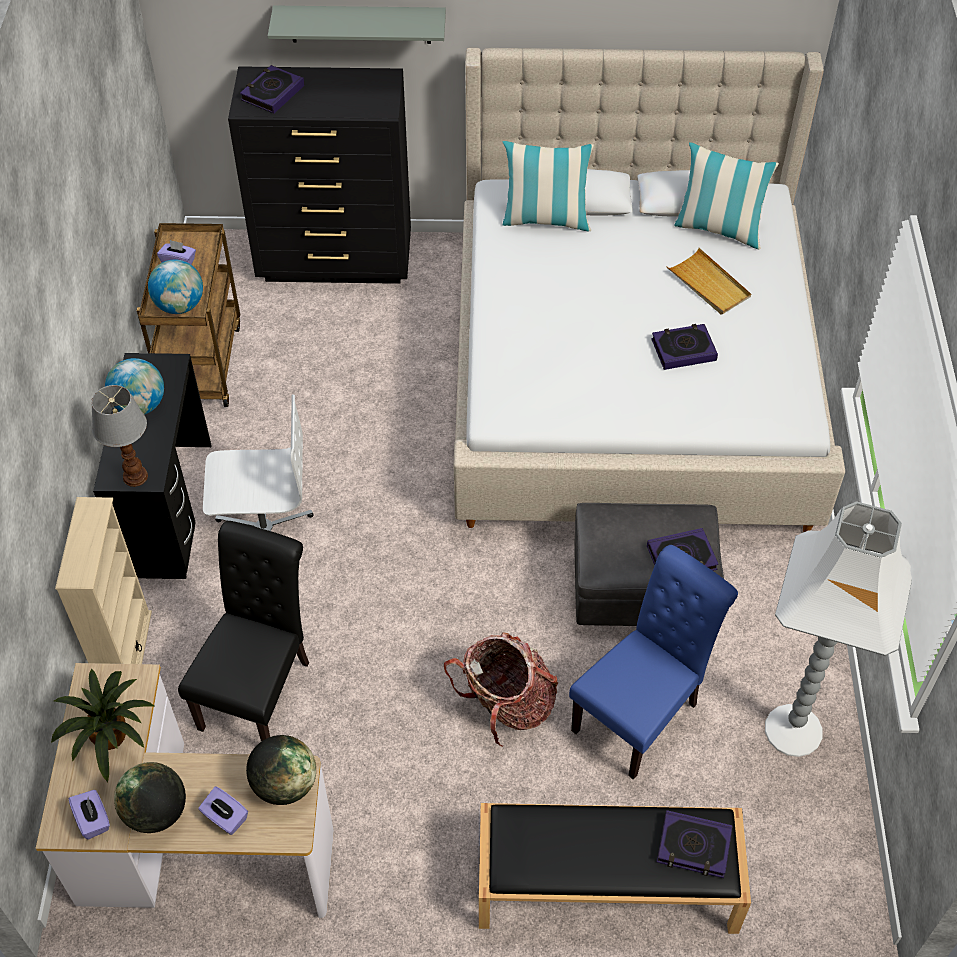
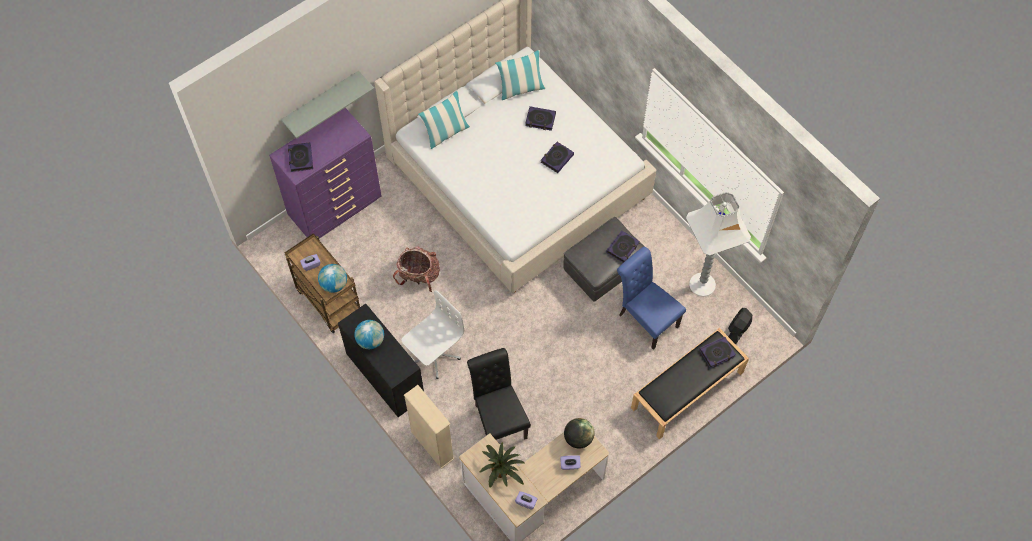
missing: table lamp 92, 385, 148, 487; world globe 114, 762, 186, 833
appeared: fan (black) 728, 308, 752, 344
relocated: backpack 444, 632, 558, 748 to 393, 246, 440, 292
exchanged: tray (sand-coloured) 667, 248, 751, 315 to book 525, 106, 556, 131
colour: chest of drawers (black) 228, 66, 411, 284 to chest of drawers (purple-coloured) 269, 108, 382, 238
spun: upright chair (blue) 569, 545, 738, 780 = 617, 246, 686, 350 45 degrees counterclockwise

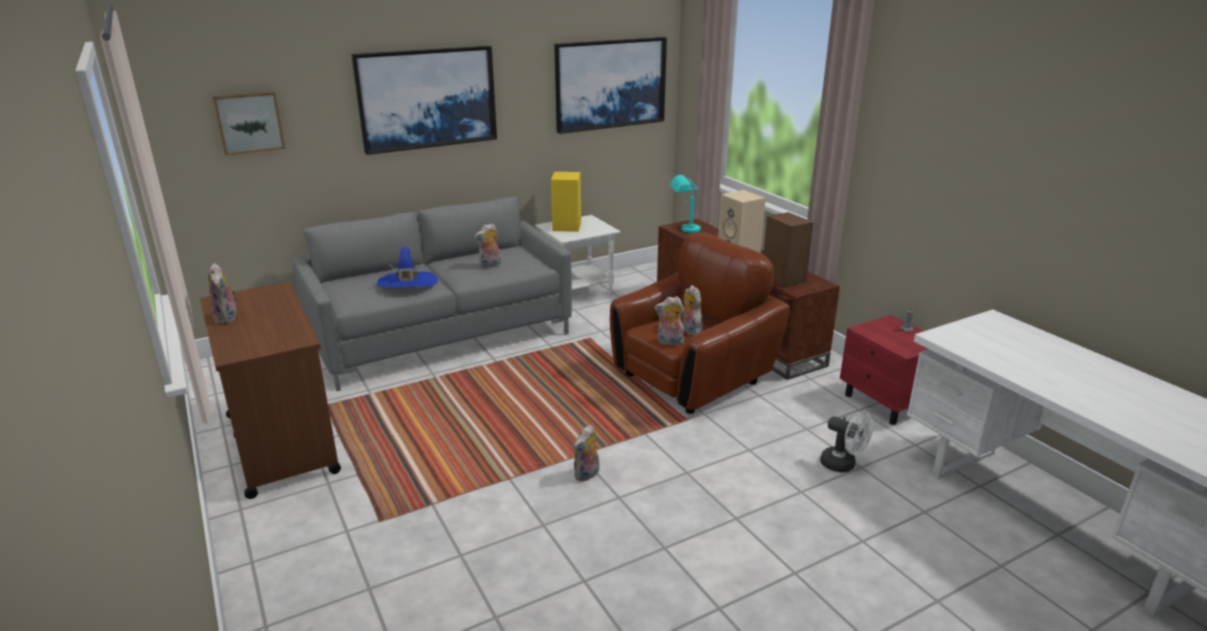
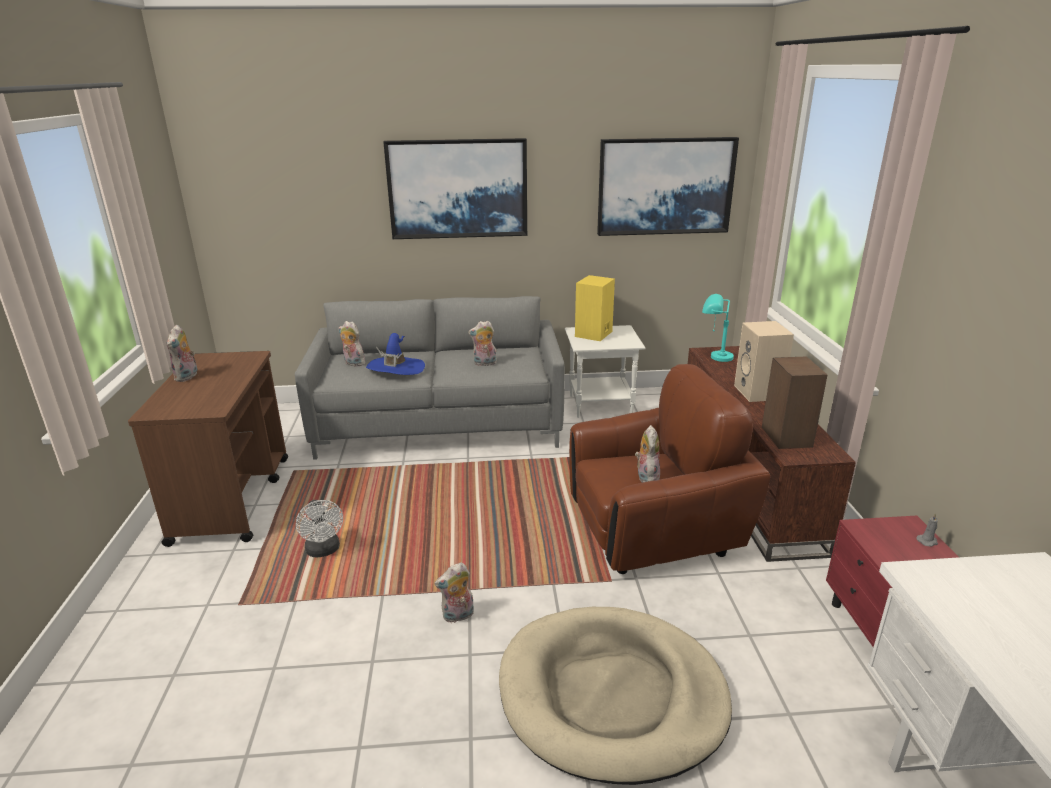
missing: wall art 213, 92, 285, 155
appeared: pet bed (sand-coloured) 499, 607, 732, 785
relocated: cuddly toy 655, 296, 684, 345 to 338, 321, 365, 366; fan (whitish) 820, 411, 873, 473 to 296, 500, 343, 557

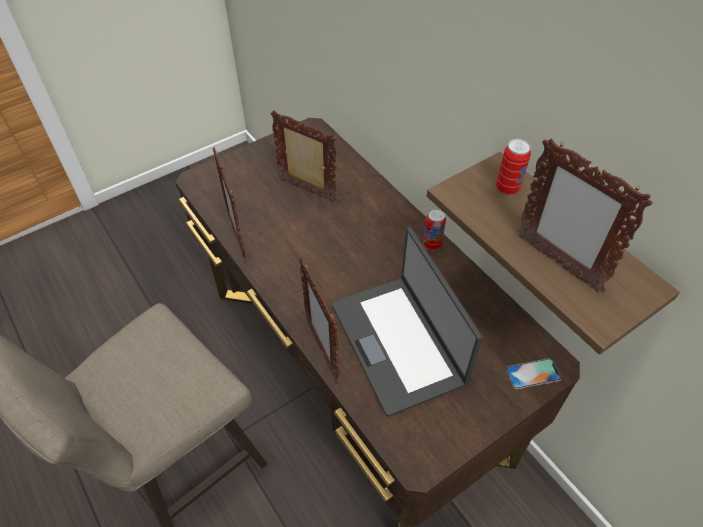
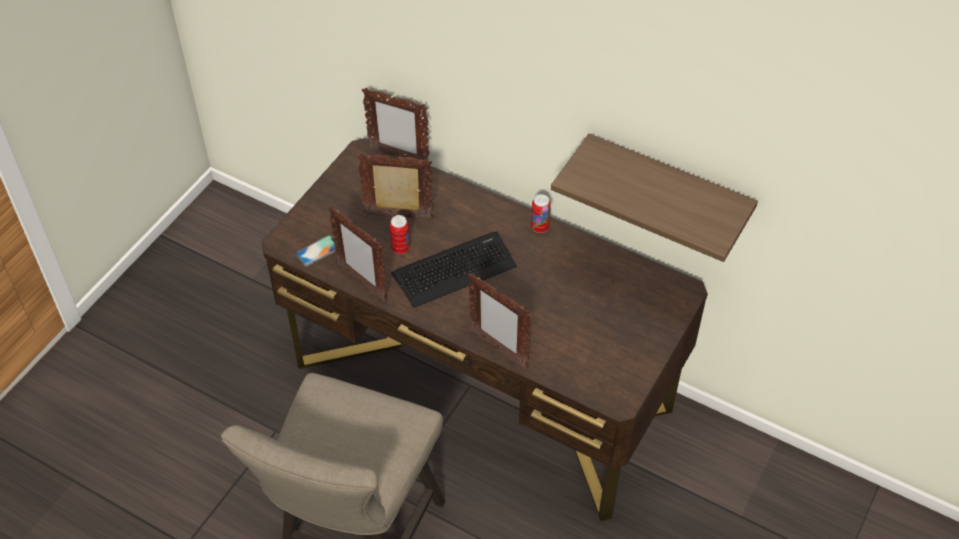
missing: notebook computer 332, 227, 483, 417
appeared: computer keyboard 391, 231, 517, 308
relocated: photo frame 517, 138, 653, 292 to 362, 87, 429, 162; sealed can 496, 139, 531, 195 to 390, 215, 410, 254; phone 506, 358, 561, 389 to 296, 235, 335, 266

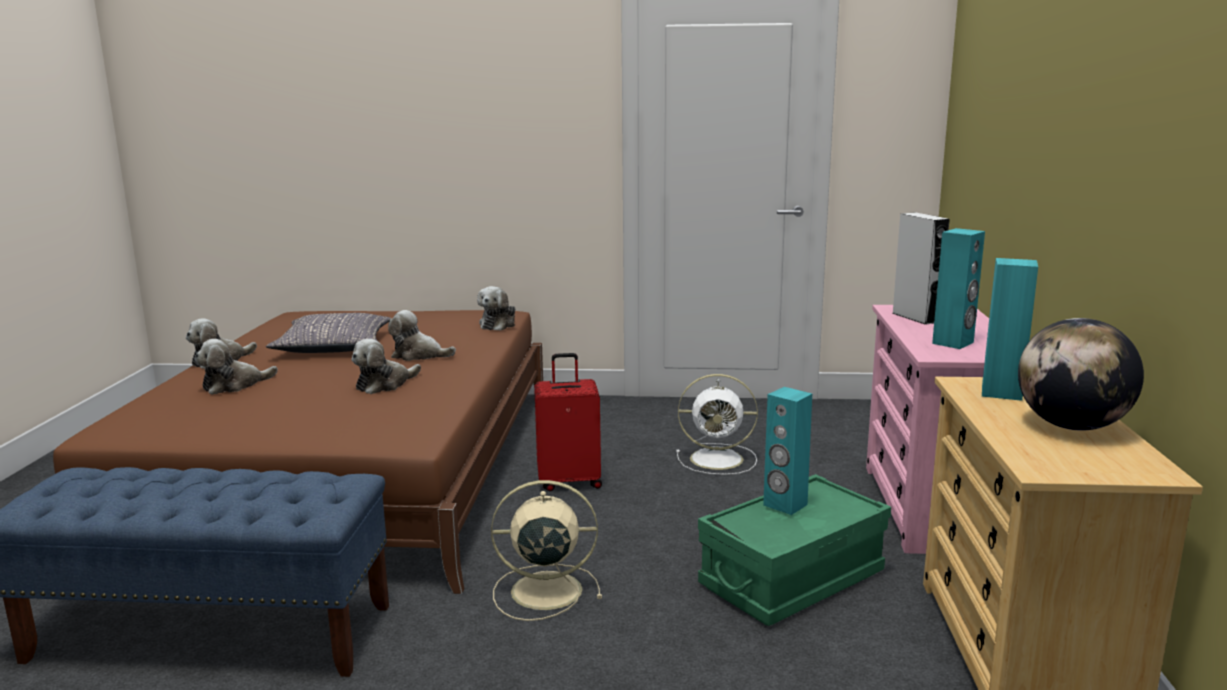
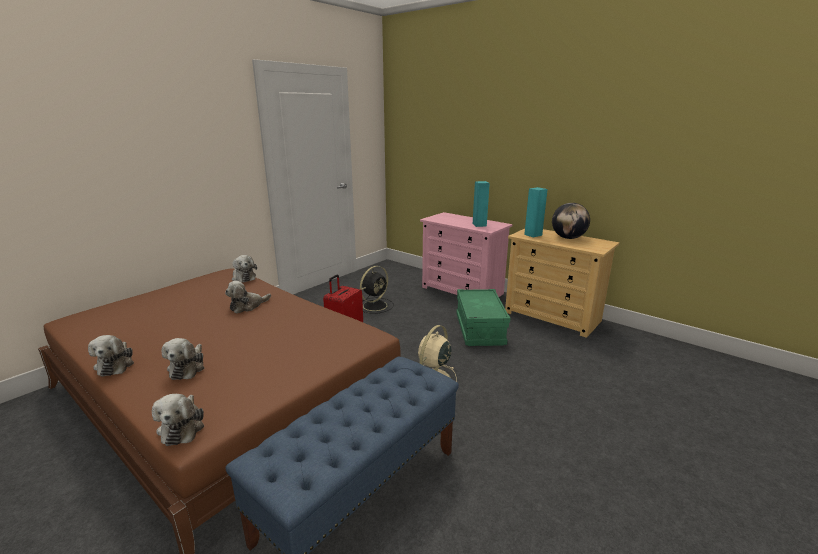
missing: audio speaker (grey) 892, 212, 950, 325; throw pillow (grey) 266, 313, 392, 353; audio speaker (blue-green) 763, 387, 812, 515
relocated: cuddly toy 351, 339, 421, 394 to 152, 394, 204, 446
colour: fan (whitish) 676, 374, 758, 475 to fan (black) 360, 266, 394, 314

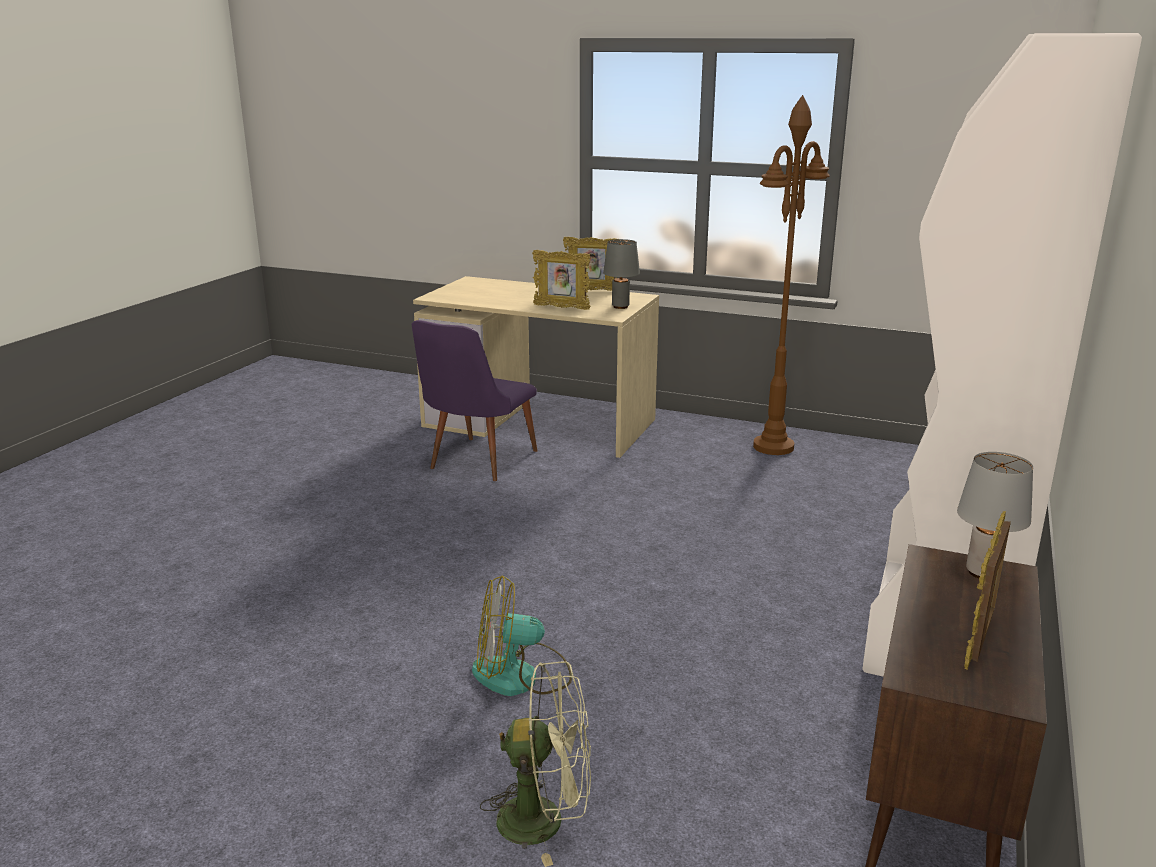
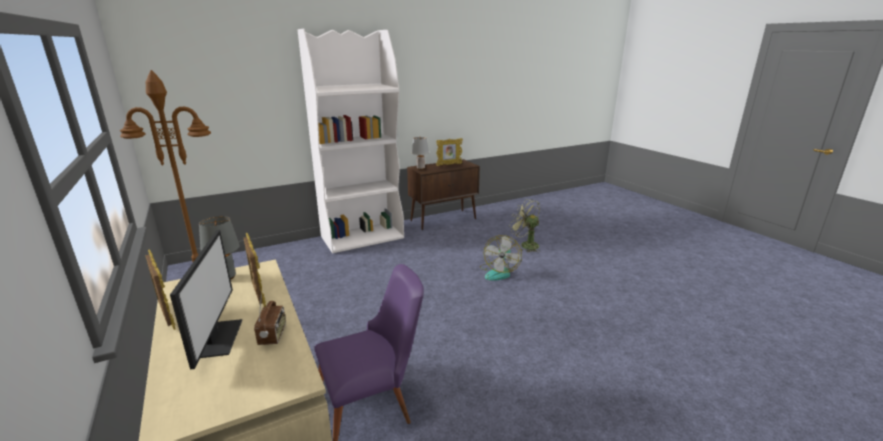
appeared: computer screen 170, 230, 242, 370; radio receiver 254, 299, 286, 345
spun: fan 472, 575, 572, 696 = 480, 235, 522, 281 75 degrees clockwise

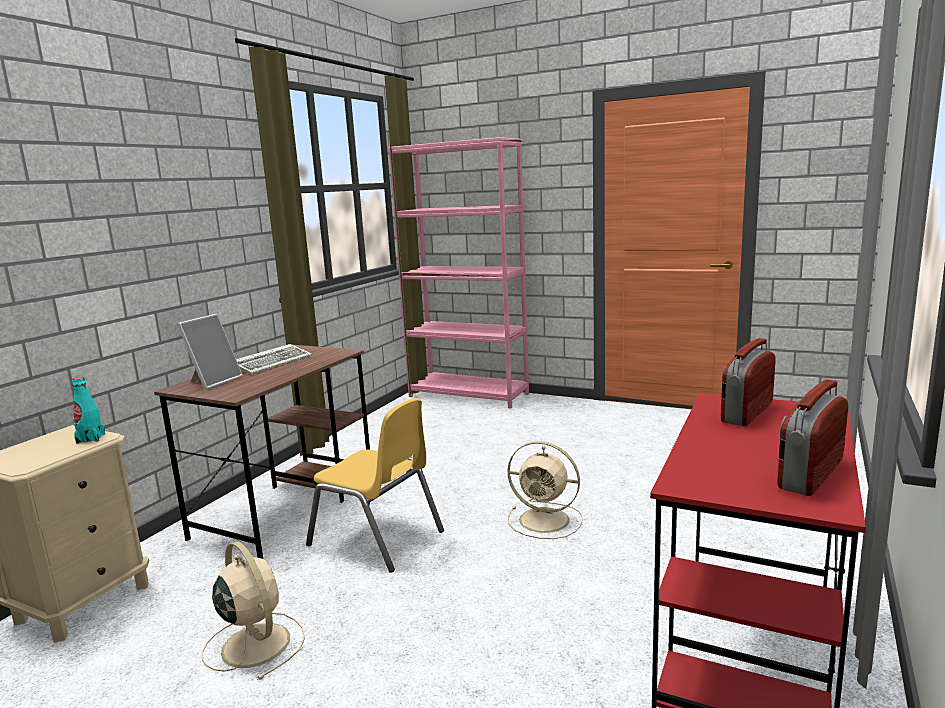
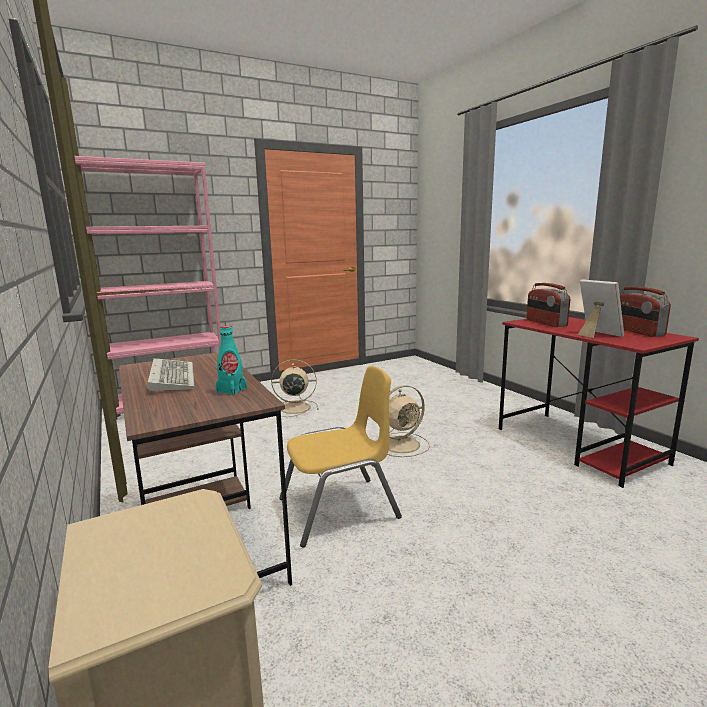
relocated: photo frame 177, 314, 243, 390 to 578, 279, 624, 338; beverage bottle (blue-green) 72, 377, 105, 444 to 216, 326, 247, 396; fan (sand-coloured) 202, 541, 305, 680 to 271, 359, 319, 417

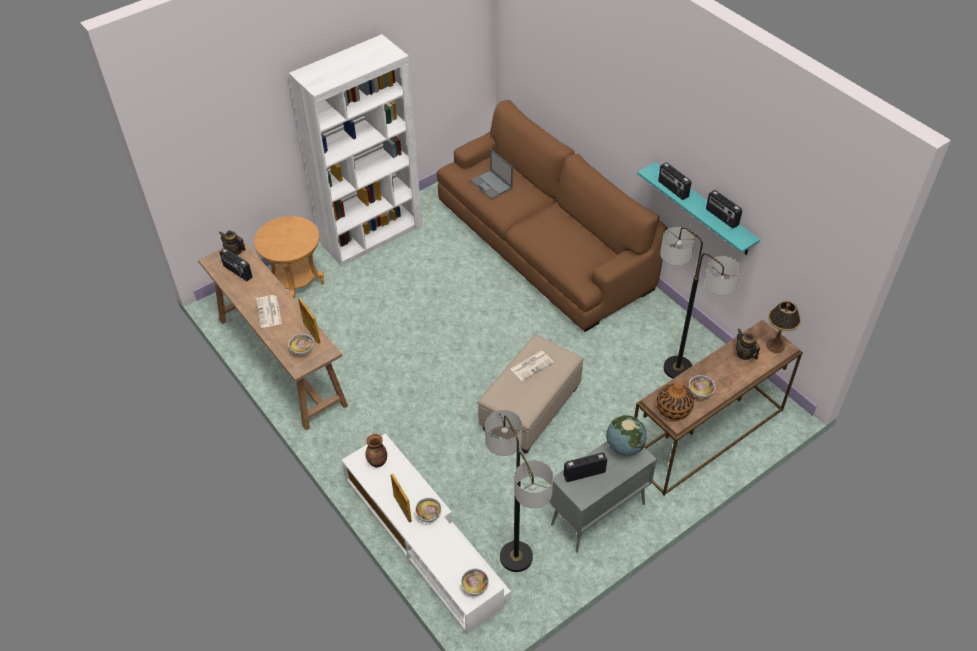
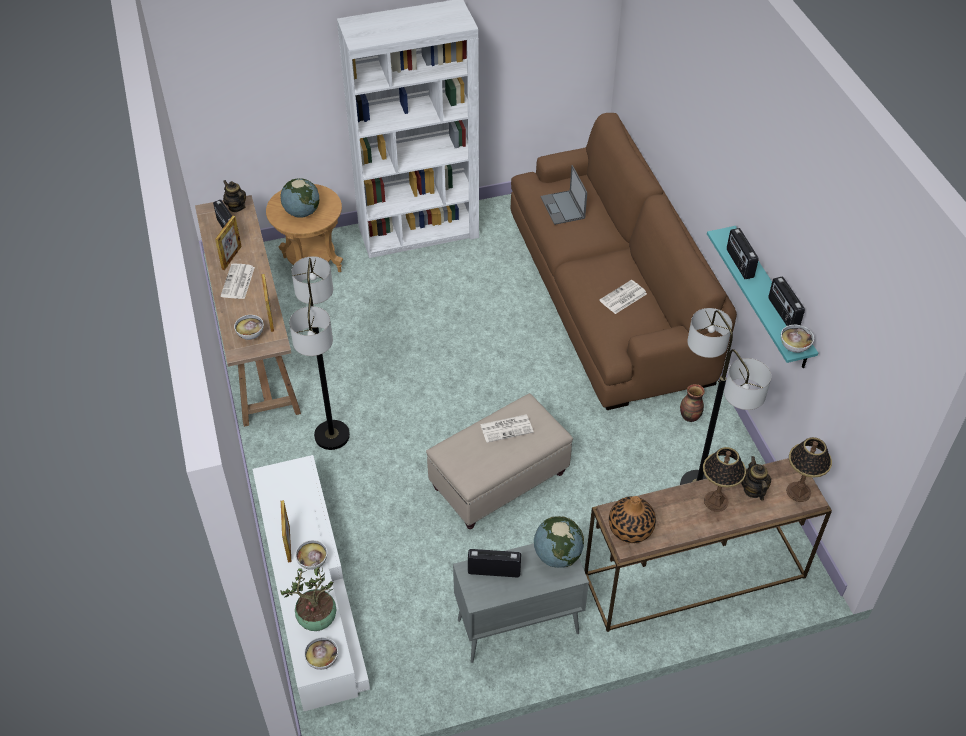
appeared: world globe 281, 178, 320, 217; photo frame 215, 216, 242, 270; newspaper 599, 280, 647, 314; table lamp 703, 447, 746, 512; potted plant 280, 567, 336, 631
relocated: serving bowl 689, 375, 715, 399 to 781, 325, 814, 353; standing lamp 485, 410, 553, 572 to 289, 256, 350, 450; flower vase 365, 434, 387, 467 to 680, 384, 705, 422

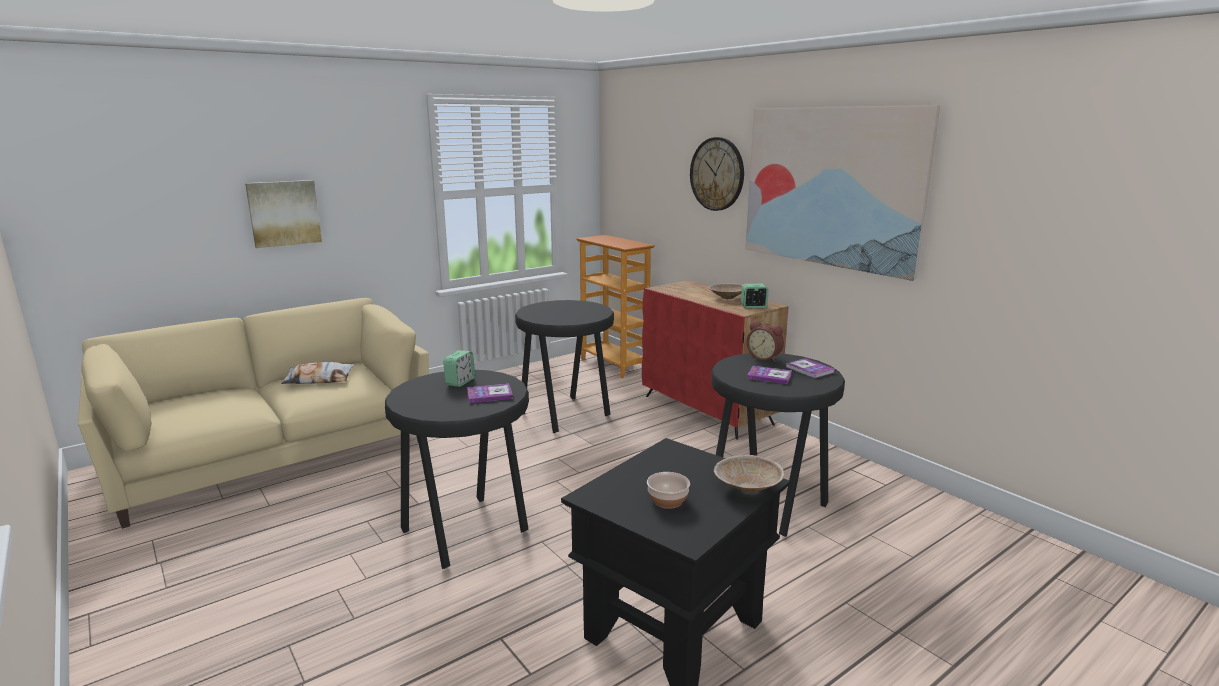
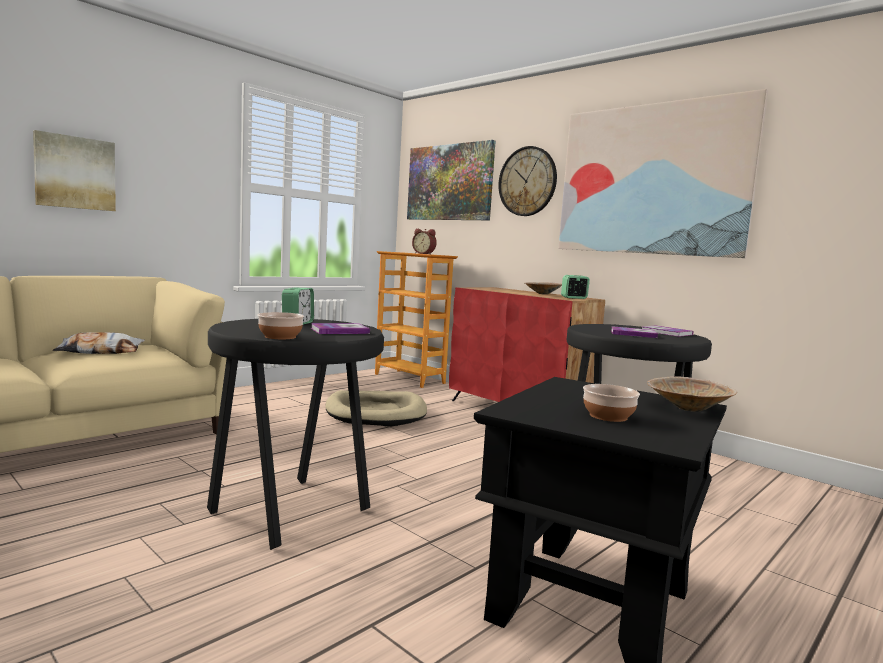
appeared: wall art 407, 140, 496, 220; serving bowl 257, 312, 304, 339
relocated: bedside clock 747, 320, 784, 362 to 412, 229, 437, 254
exchanged: sitting stool (black) 515, 300, 614, 433 to pet bed (sand-coloured) 325, 390, 427, 426

